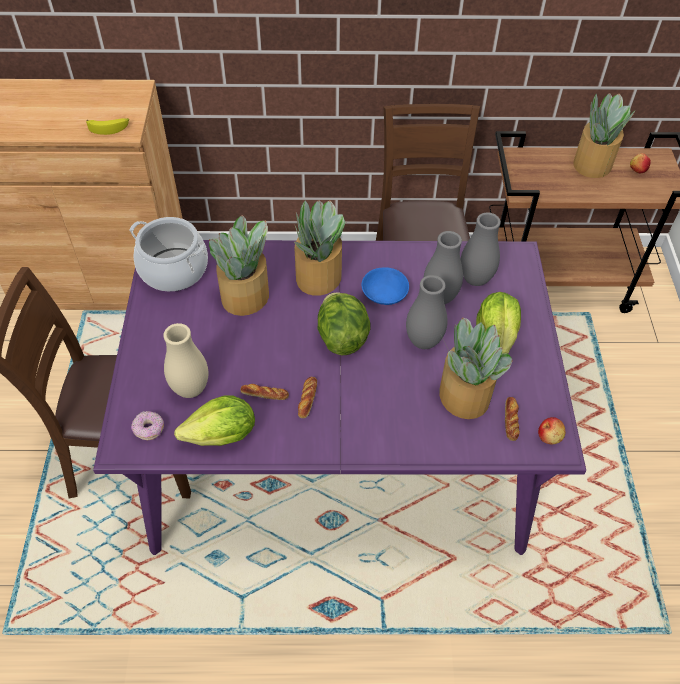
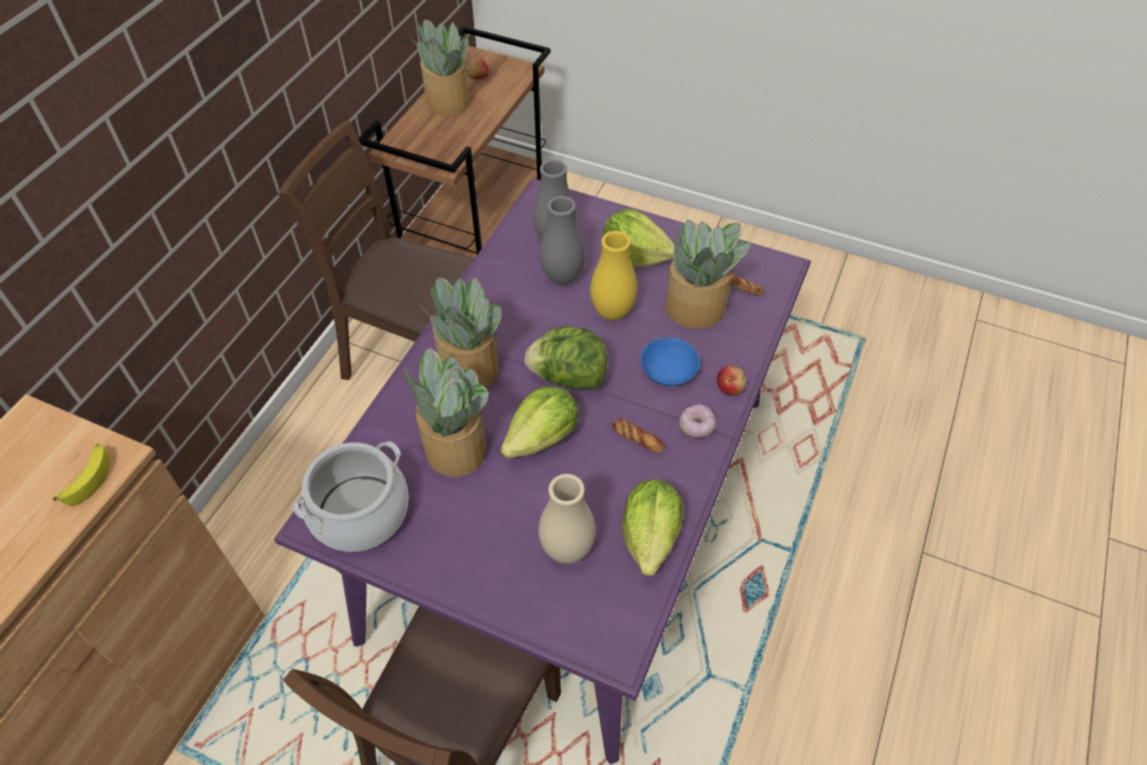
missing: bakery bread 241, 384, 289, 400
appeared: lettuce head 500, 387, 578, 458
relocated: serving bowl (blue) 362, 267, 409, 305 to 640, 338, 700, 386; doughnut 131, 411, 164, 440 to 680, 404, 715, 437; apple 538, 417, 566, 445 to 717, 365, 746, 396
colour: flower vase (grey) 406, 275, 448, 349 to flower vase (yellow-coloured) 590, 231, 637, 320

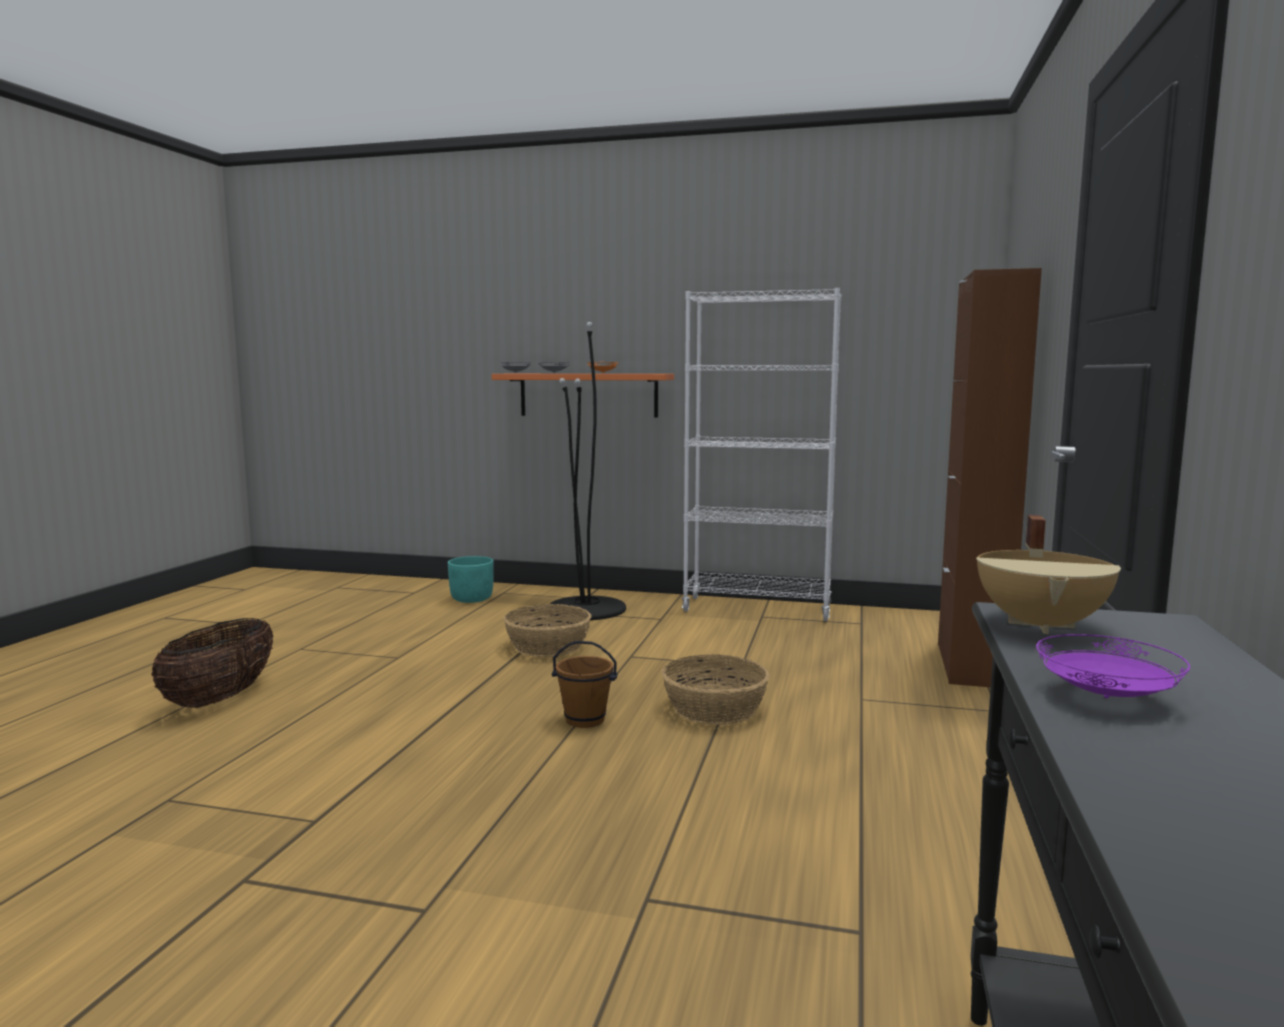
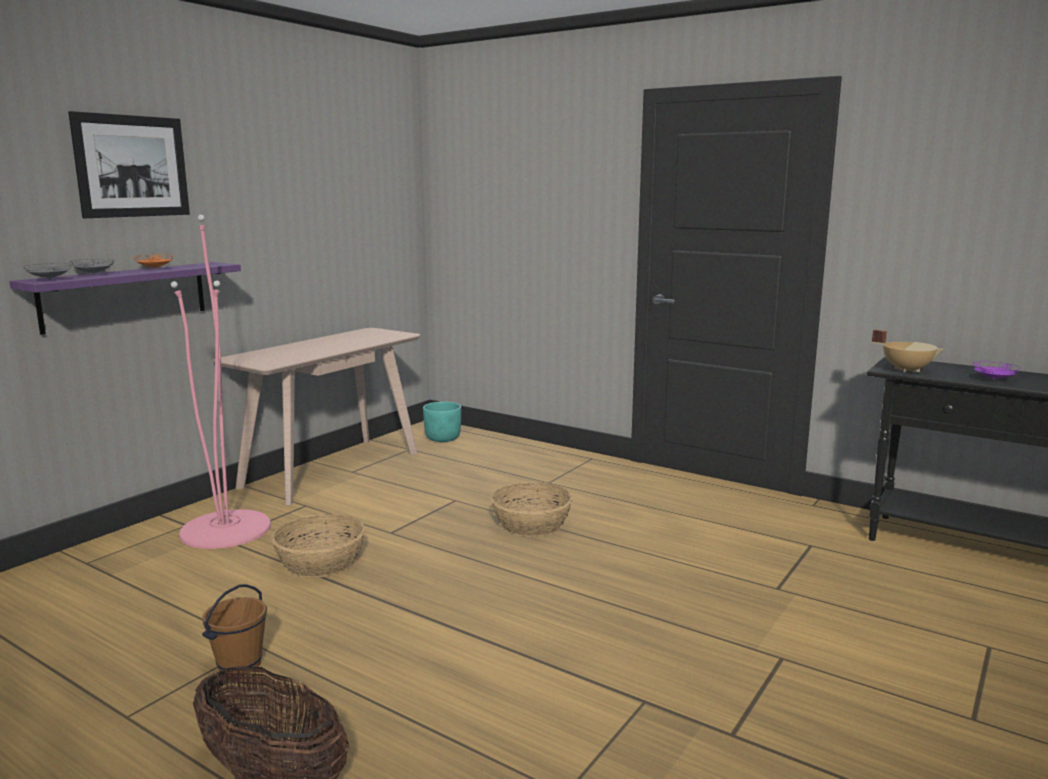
missing: cabinet (brown) 938, 268, 1042, 687
appeared: wall art 68, 111, 190, 218
relocated: planter (blue-green) 448, 556, 494, 603 to 423, 402, 461, 442; bucket (brown) 552, 641, 618, 728 to 202, 584, 267, 676
exchanged: bookcase (whitish) 682, 288, 841, 621 to narrow table (sand-coloured) 213, 328, 420, 505
colour: standing lamp (black) 547, 322, 626, 620 to standing lamp (pink-coloured) 171, 215, 271, 549; bracket shelf (orange-coloured) 492, 374, 674, 418 to bracket shelf (purple-coloured) 9, 262, 241, 334

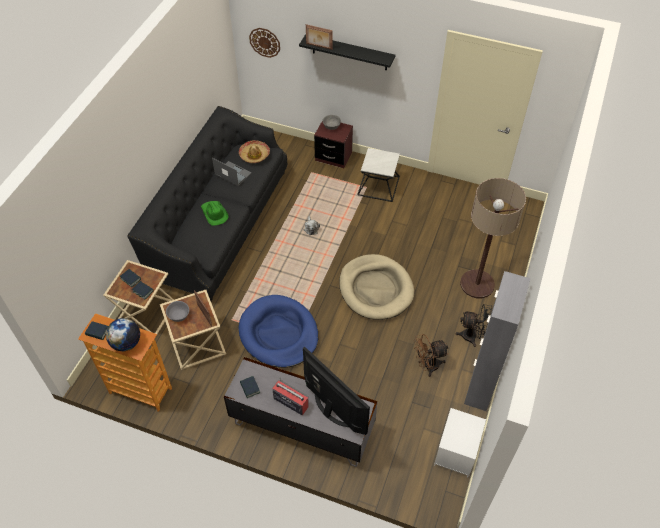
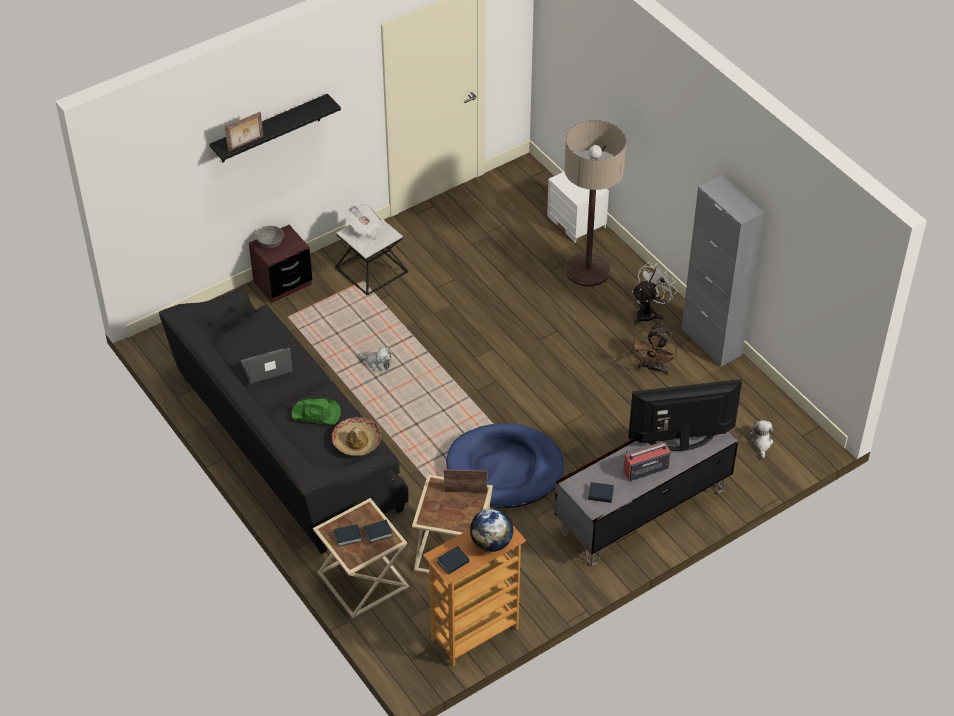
missing: clock on the wall 249, 28, 280, 58; pet bed (sand-coloured) 339, 254, 414, 320; serving bowl (grey) 166, 301, 189, 322
appeared: newspaper 348, 204, 384, 239; cuddly toy 749, 420, 773, 459
relocated: clothing hat 239, 140, 270, 163 to 332, 417, 381, 456; night table (whitish) 434, 408, 486, 477 to 547, 171, 609, 243
colour: fan (black) 456, 304, 492, 347 to fan (whitish) 632, 262, 677, 325

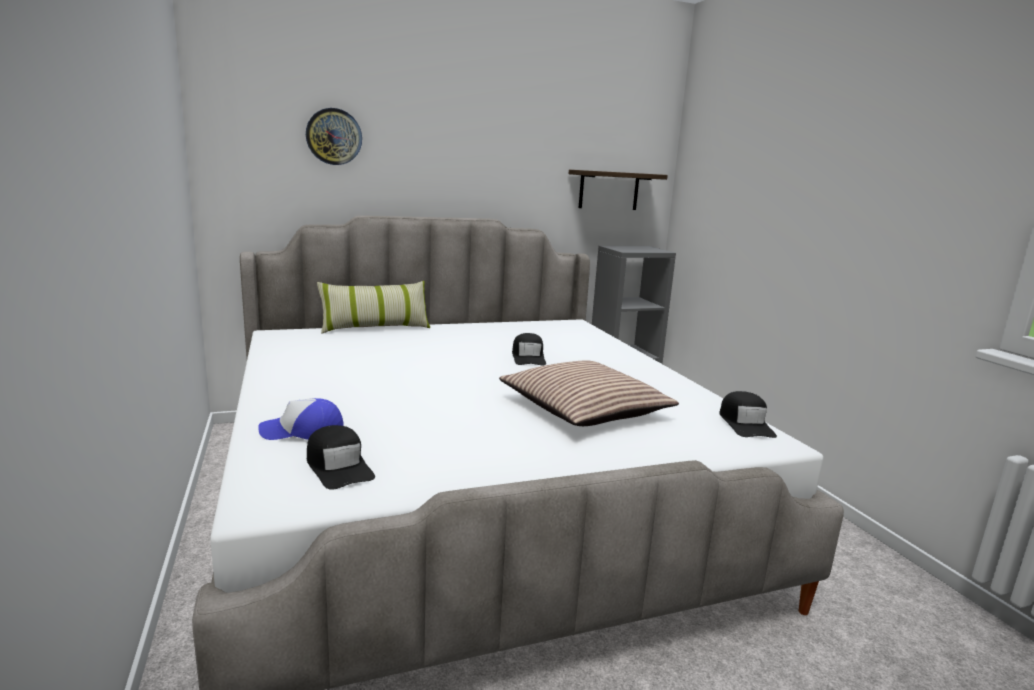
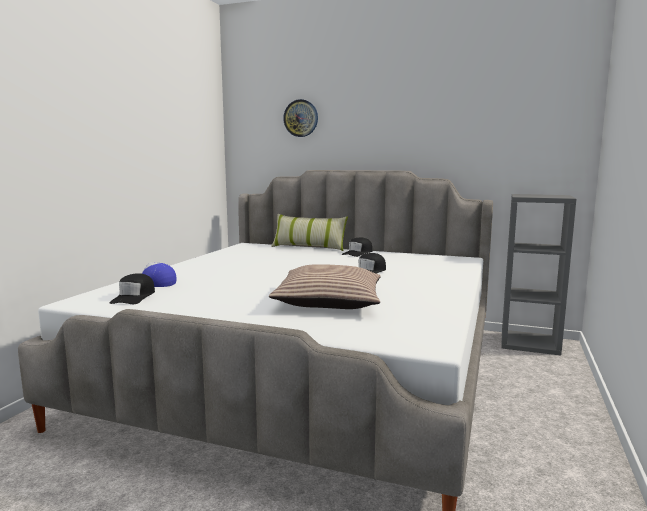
missing: bracket shelf 569, 170, 668, 210
relocated: peaked cap (black) 719, 391, 777, 438 to 342, 238, 372, 257

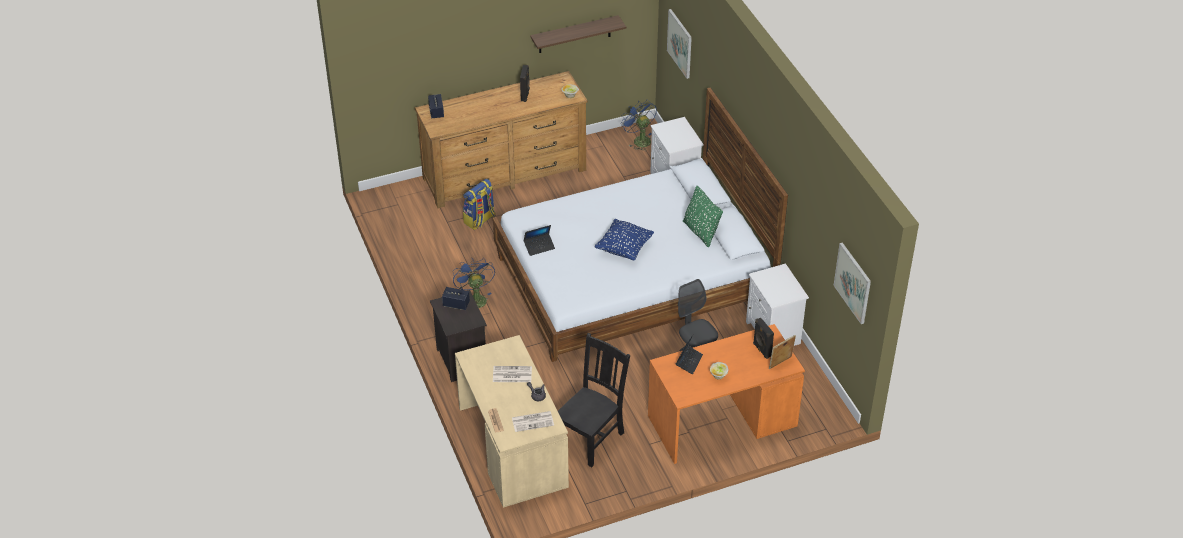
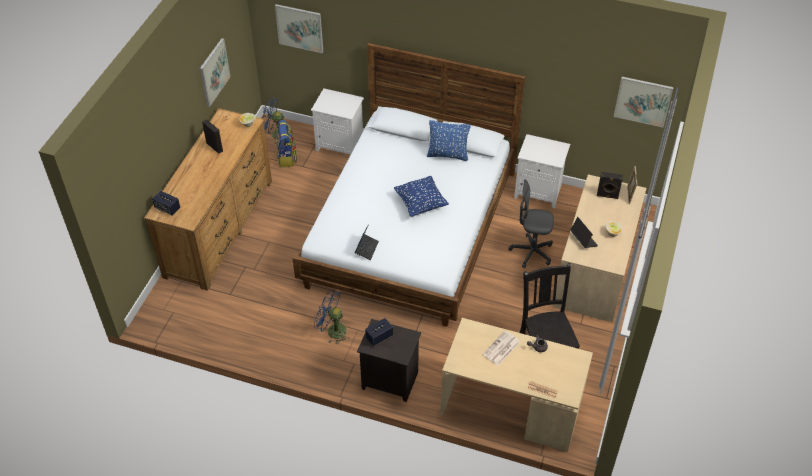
missing: newspaper 512, 411, 554, 432
relocated: backpack 463, 179, 495, 230 to 276, 120, 298, 168
exchanged: bracket shelf 530, 15, 626, 53 to wall art 200, 38, 230, 107
colour: throw pillow (green-coloured) 683, 186, 723, 247 to throw pillow (blue) 427, 120, 471, 161; desk (orange-coloured) 648, 324, 805, 464 to desk (sand-coloured) 553, 174, 646, 322

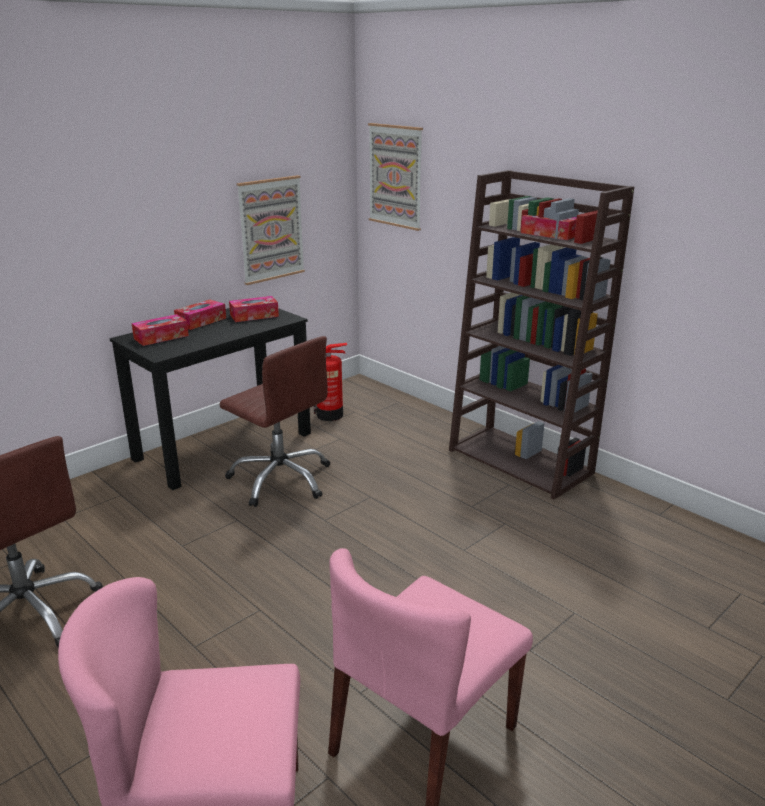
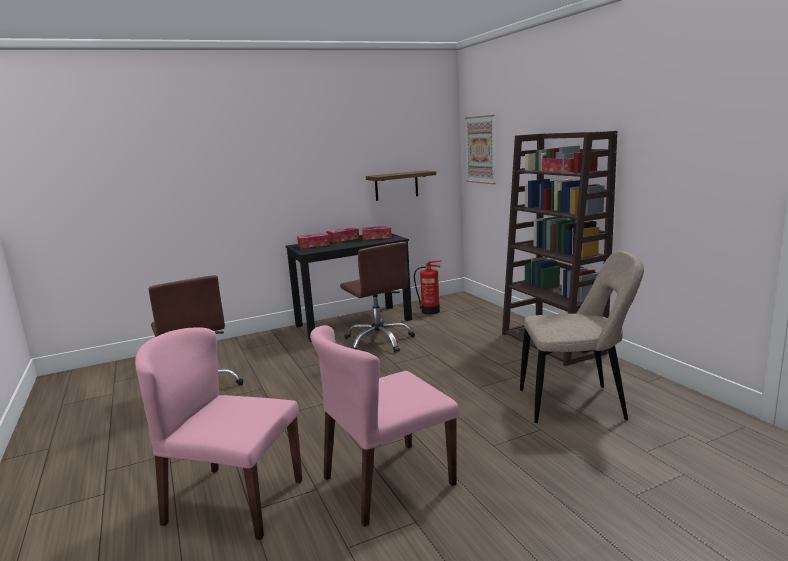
appeared: upright chair (sand-coloured) 520, 251, 644, 423
exchanged: wall art 237, 175, 305, 285 to bracket shelf 366, 170, 436, 201

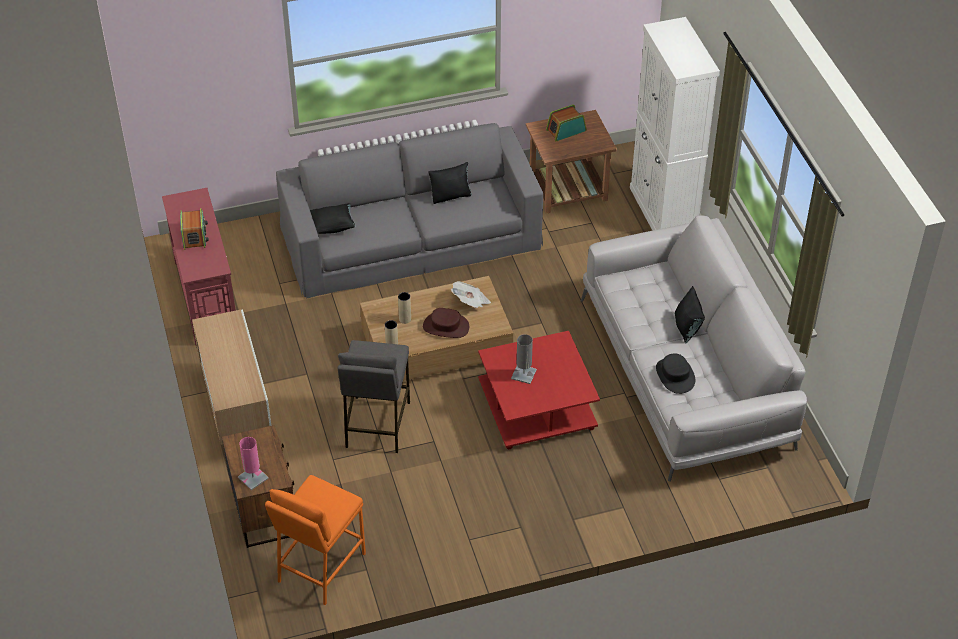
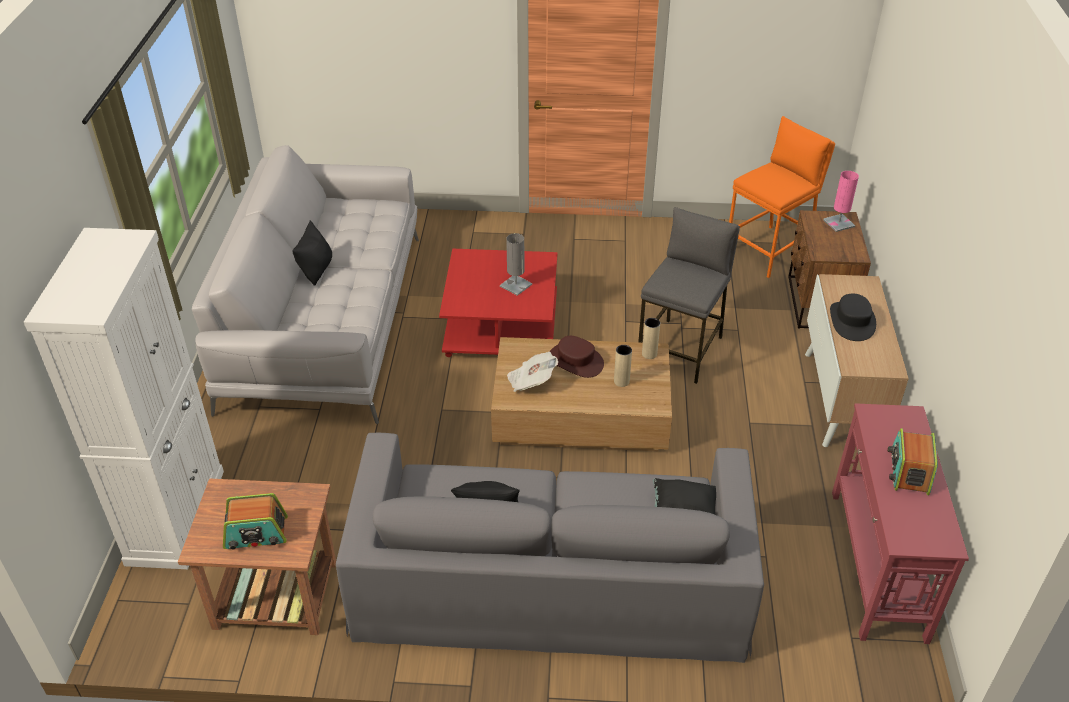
relocated: clothing hat (black) 656, 354, 695, 394 to 830, 294, 876, 341

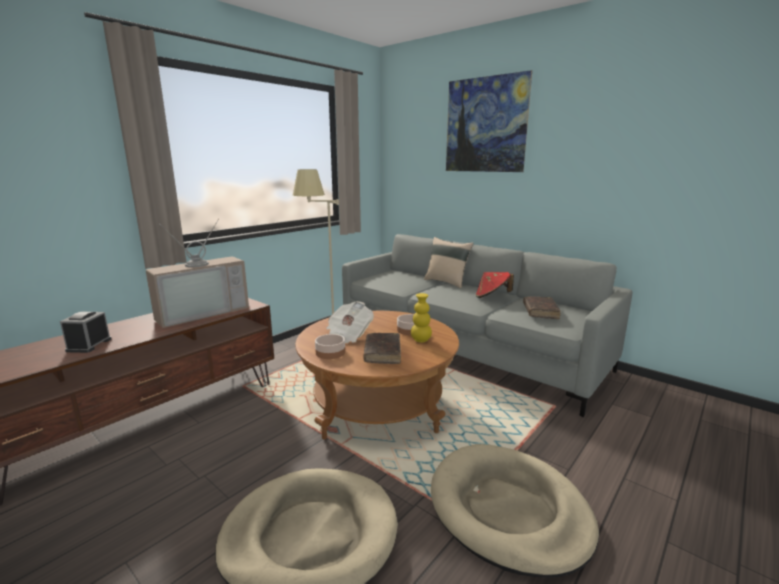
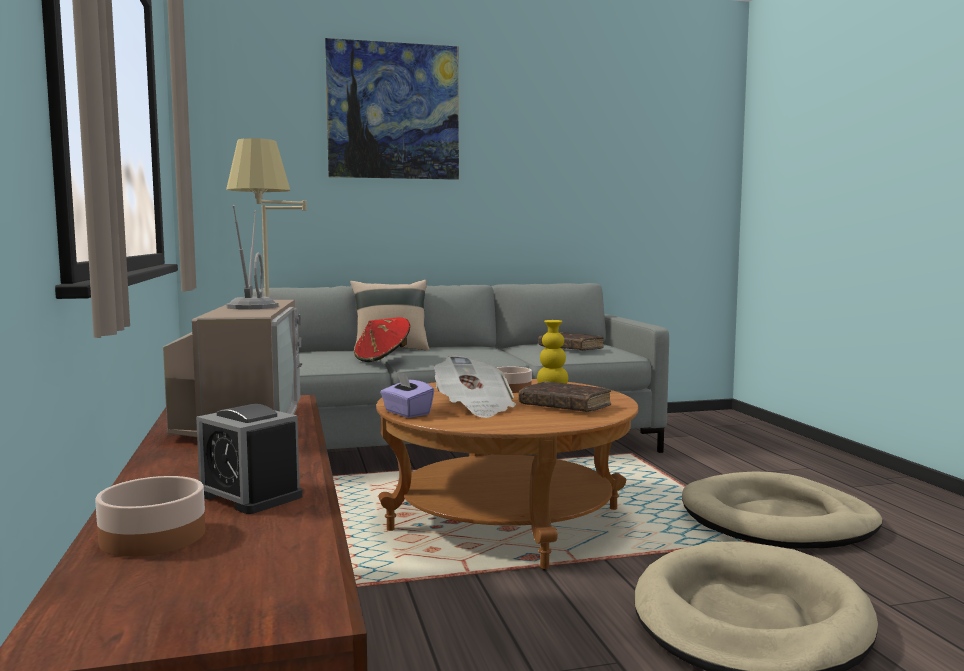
appeared: tissue box (purple-coloured) 380, 373, 434, 418
relocated: clothing hat (red) 476, 272, 514, 298 to 354, 317, 410, 362; serving bowl 315, 334, 345, 359 to 95, 476, 205, 557

